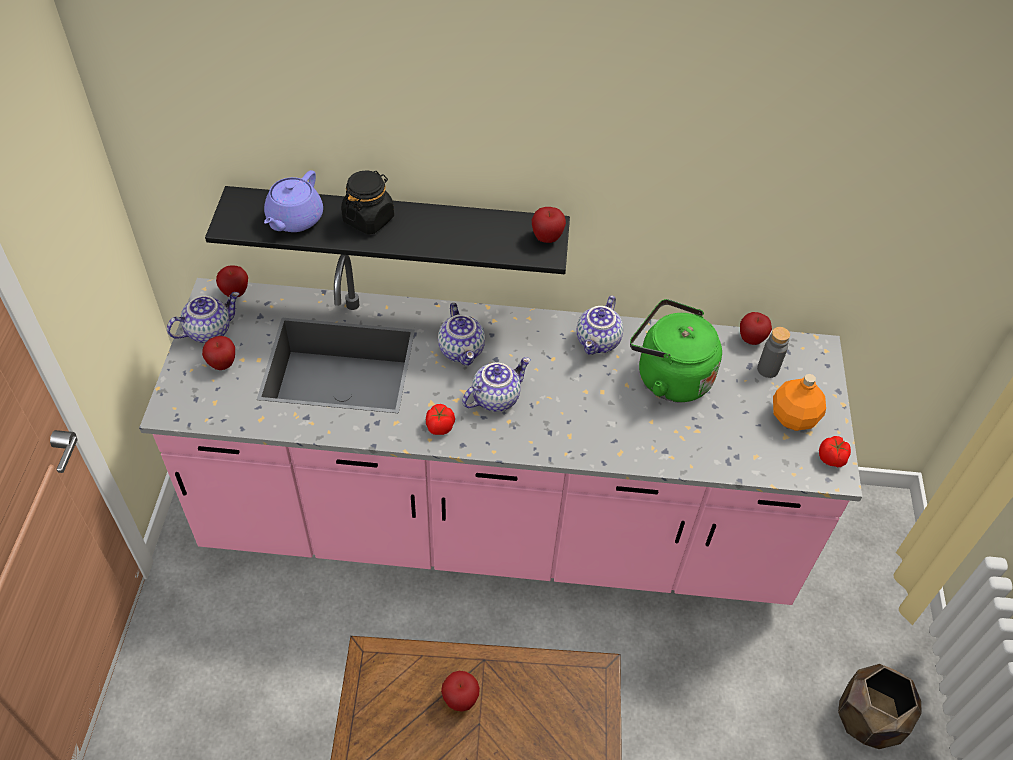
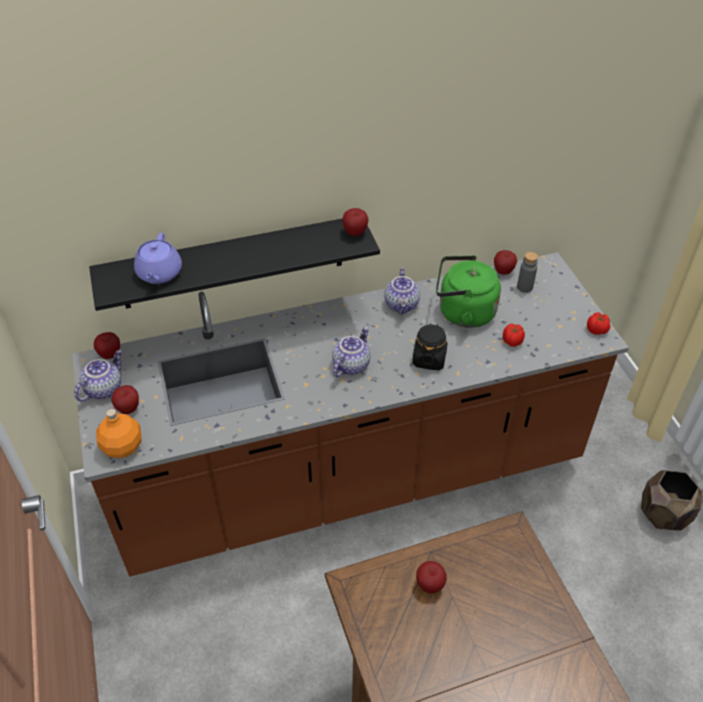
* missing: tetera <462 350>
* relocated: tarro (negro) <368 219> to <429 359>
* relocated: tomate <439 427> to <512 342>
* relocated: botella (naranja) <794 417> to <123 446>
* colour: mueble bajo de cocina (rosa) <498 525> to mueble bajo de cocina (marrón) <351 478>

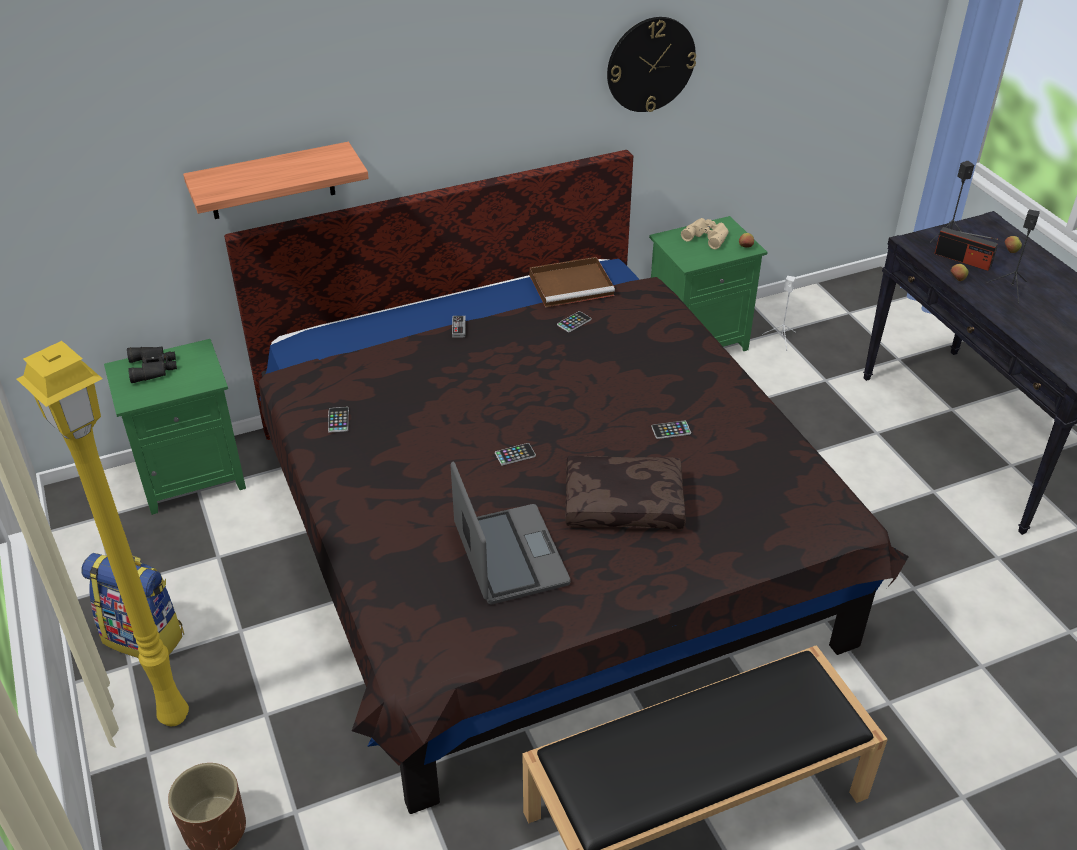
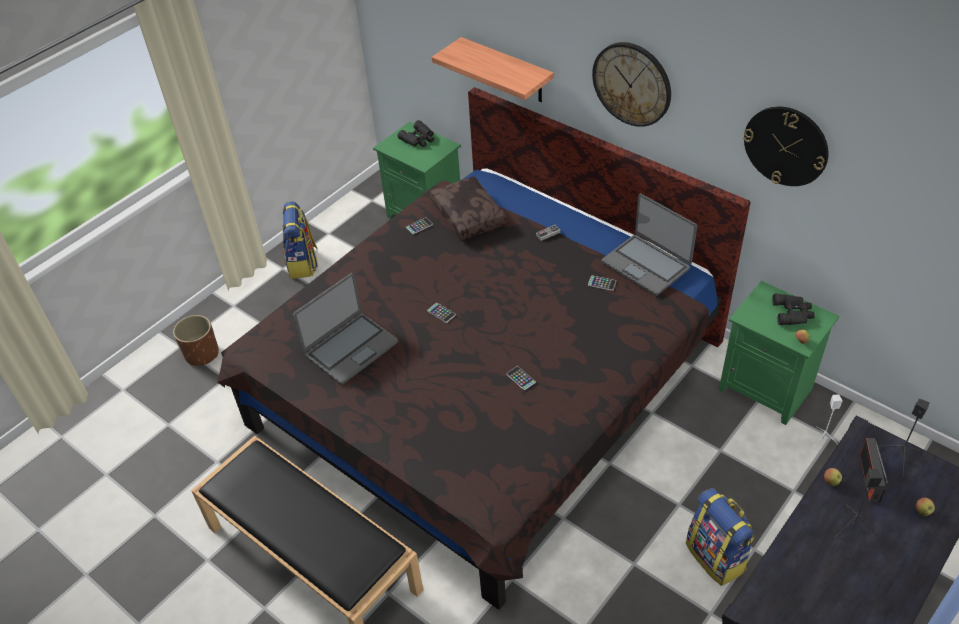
* missing: lámpara de pie (amarillo) <174 714>
* appeared: reloj de pared <632 84>
* appeared: mochila <716 557>
* relocated: cojín (marrón) <624 502> to <469 215>
* exchanged: bandeja (marrón) <572 285> to portátil <646 265>
* colour: prismáticos (beis) <707 236> to prismáticos (negro) <793 313>

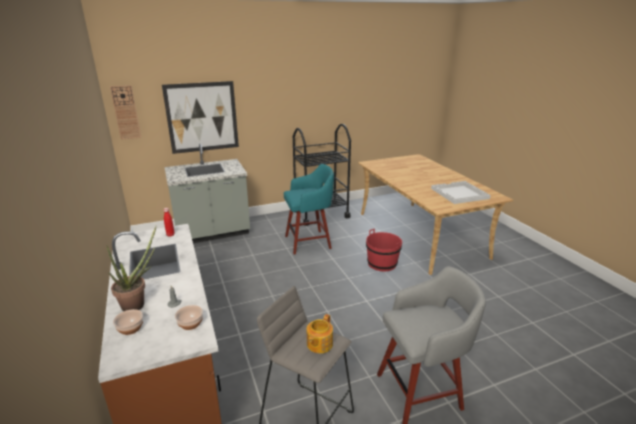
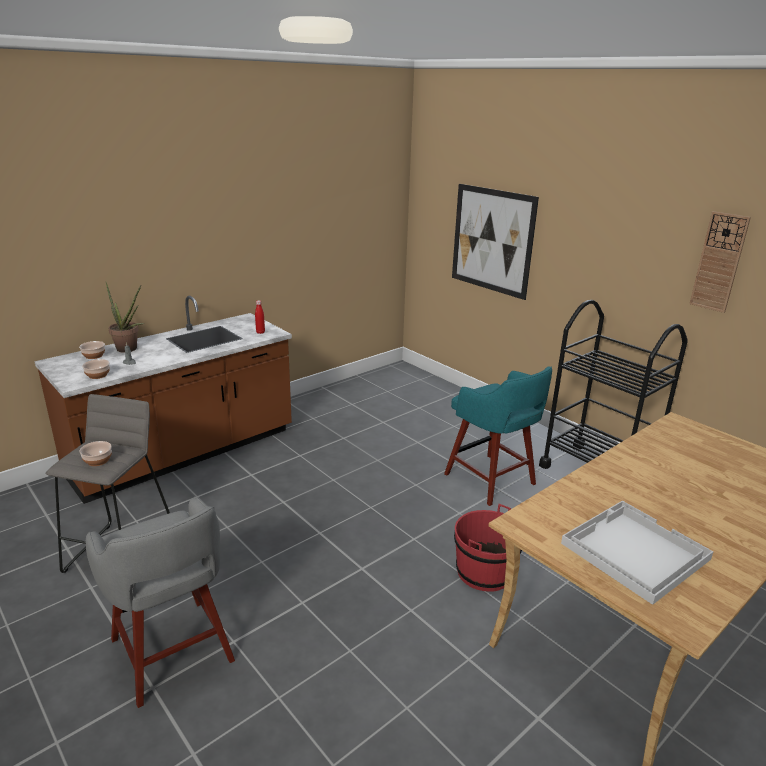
* missing: mueble bajo de cocina (gris) <212 233>
* relocated: reloj de pared <126 112> to <719 262>
* exchanged: tetera <319 344> to cuenco <98 460>

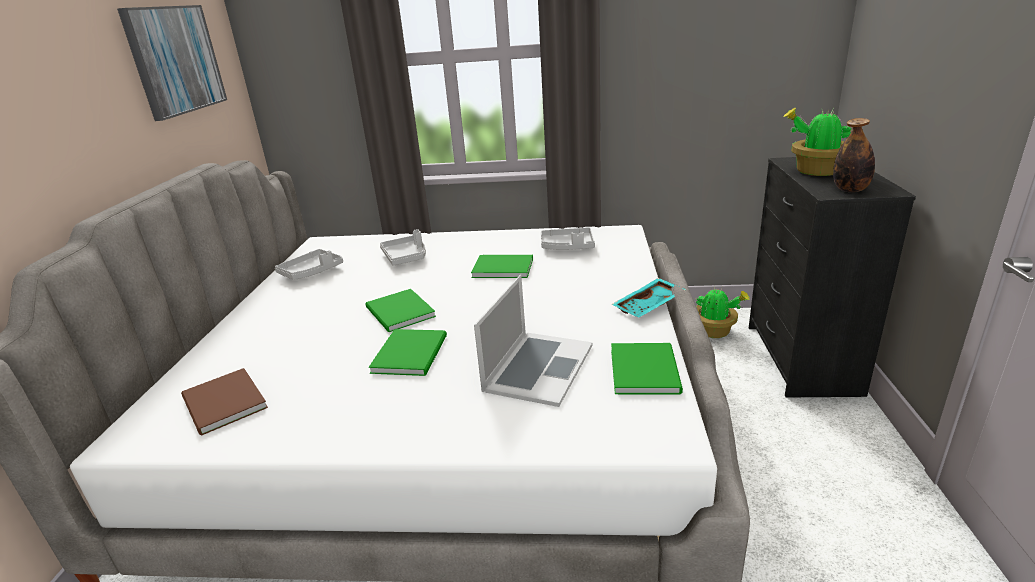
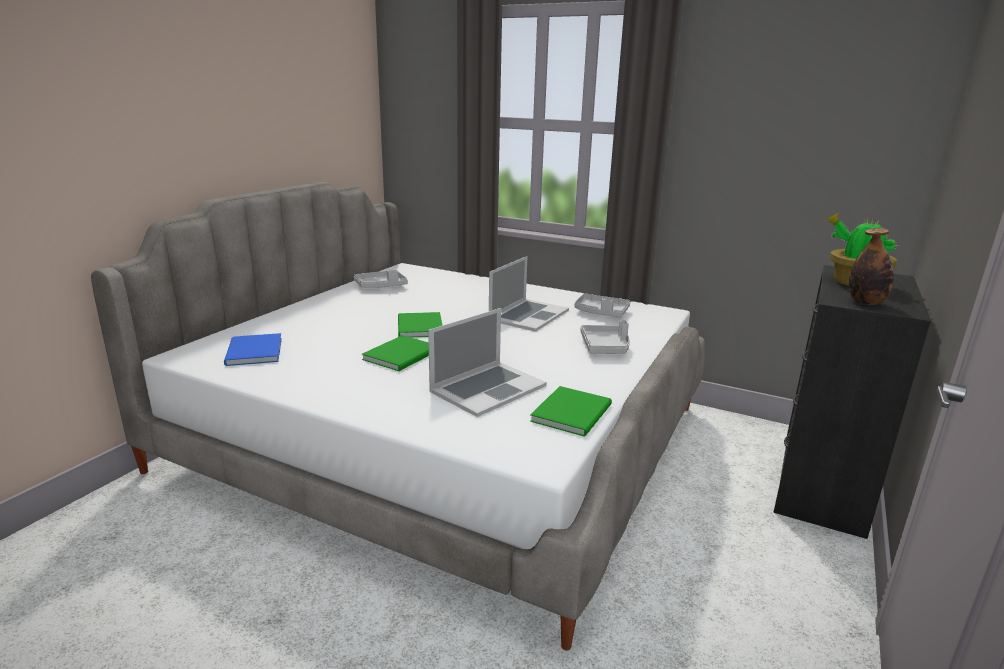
* missing: cuadro <175 60>
* missing: bandeja (turquesa) <649 306>
* missing: planta en maceta <714 332>
* relocated: bandeja (gris) <406 257> to <605 347>
* exchanged: libro (verde) <501 267> to portátil <528 315>
* colour: libro (marrón) <223 405> to libro (azul) <252 352>

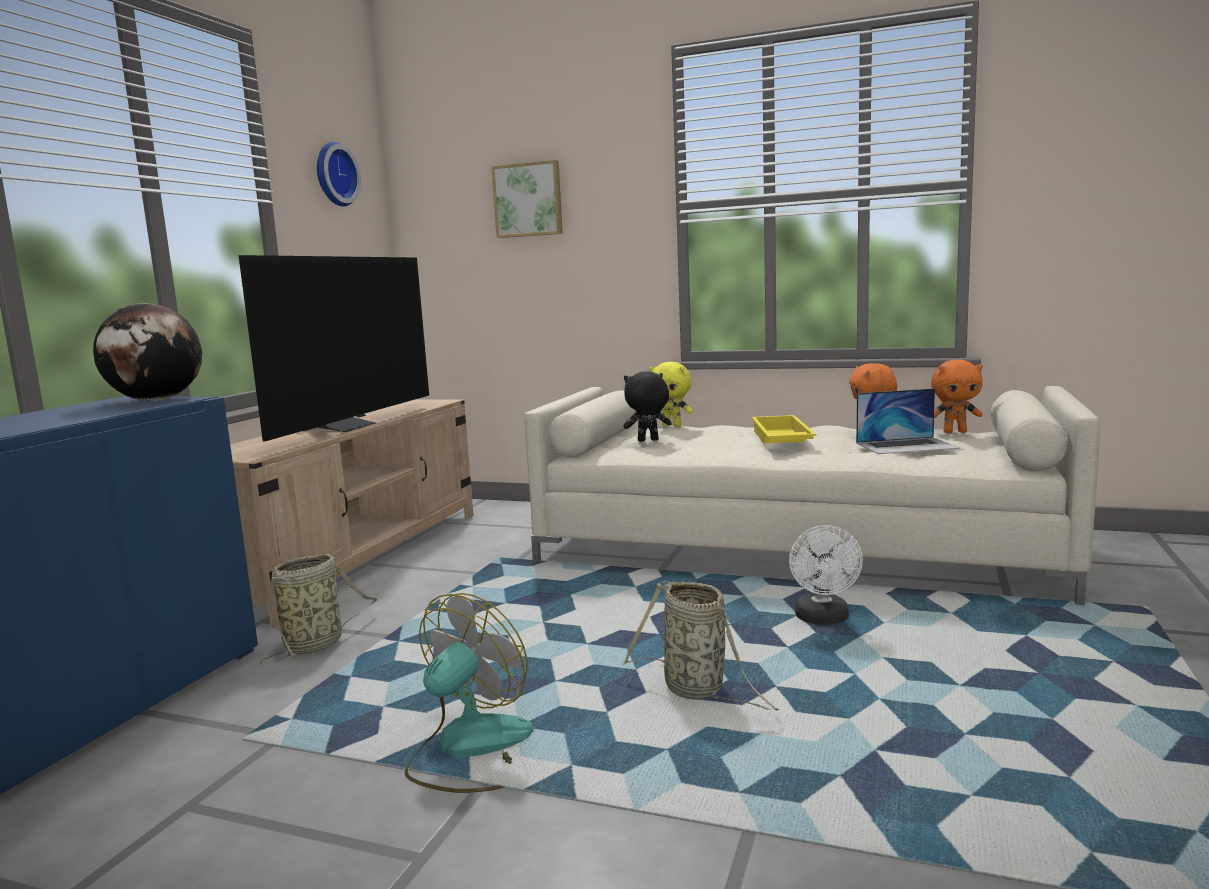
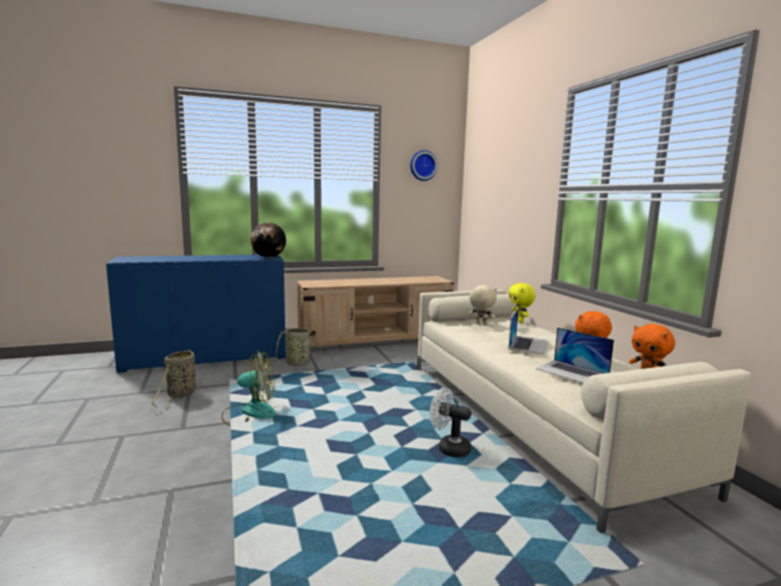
* missing: televisor <347 427>
* missing: cuadro <528 200>
* relocated: cesta <698 691> to <180 395>
* exchanged: bandeja (amarillo) <780 439> to portátil <528 344>
* colour: peluche (negro) <647 440> to peluche (beis) <481 324>
* spun: ventilador (blanco) <823 619> = <449 448> 60 degrees clockwise

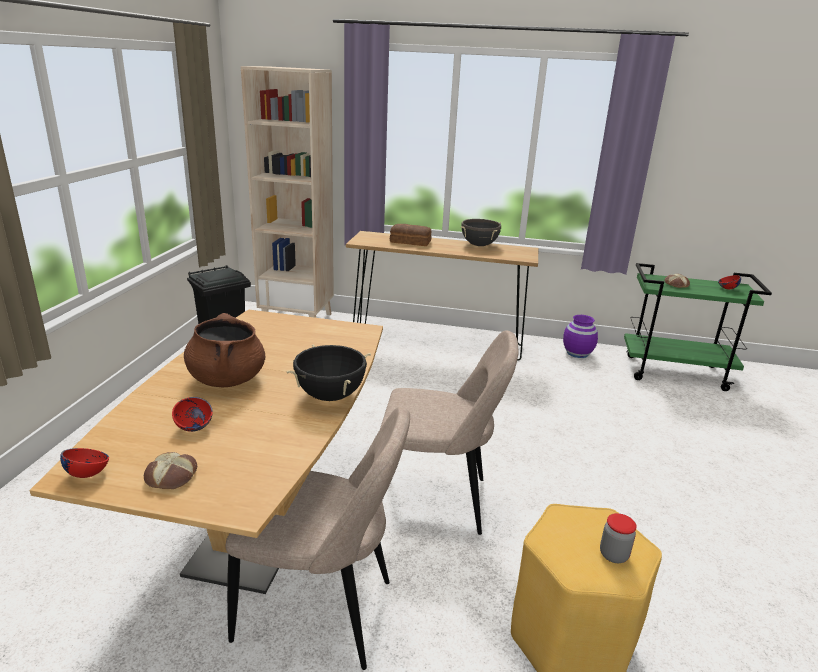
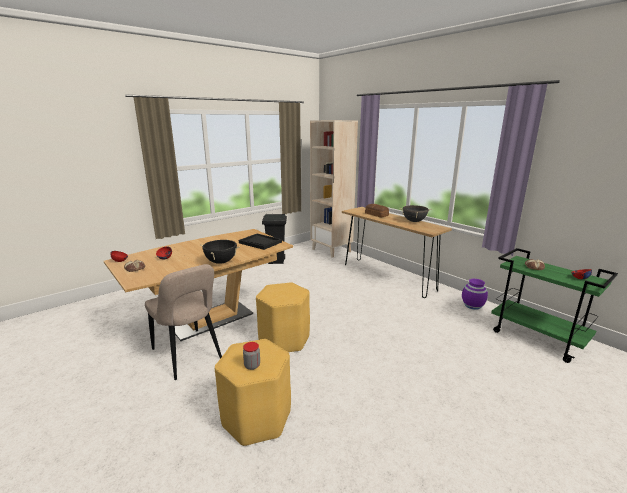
* missing: olla (marrón) <227 379>
* appeared: bandeja (negro) <260 242>
* exchanged: silla (beis) <436 500> to taburete (amarillo) <284 340>

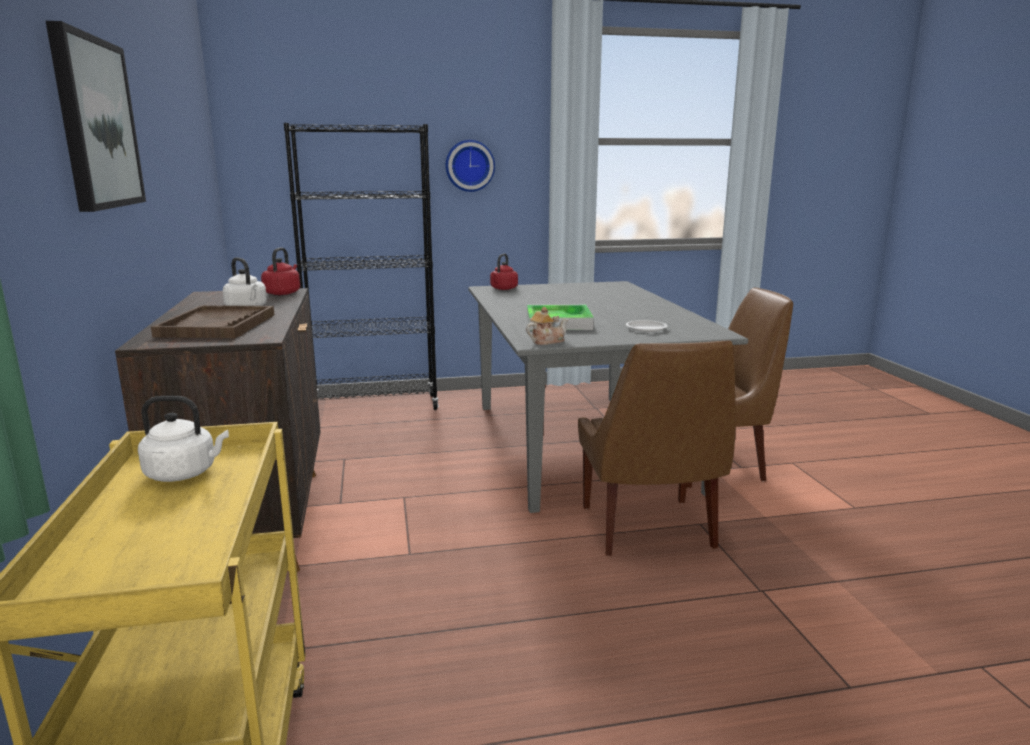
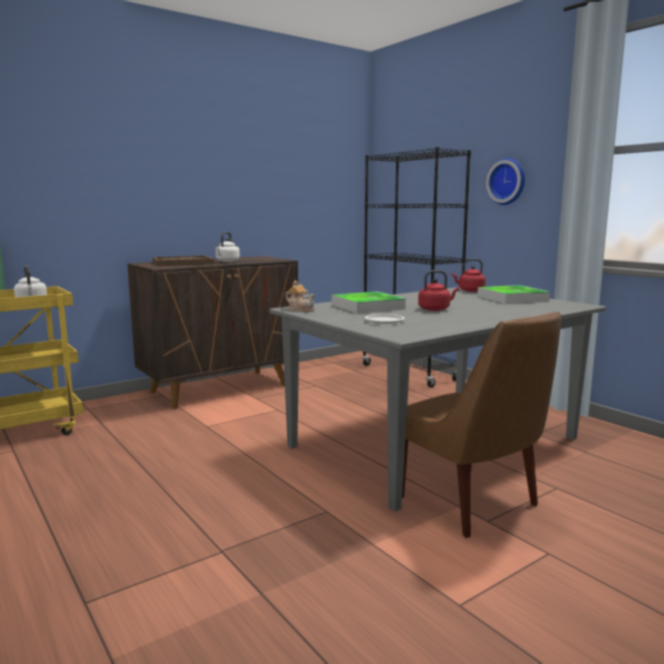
* missing: cuadro <96 124>
* missing: silla (marrón) <648 529>
* appeared: bandeja <512 299>
* relocated: hervidor (rojo) <283 293> to <435 309>

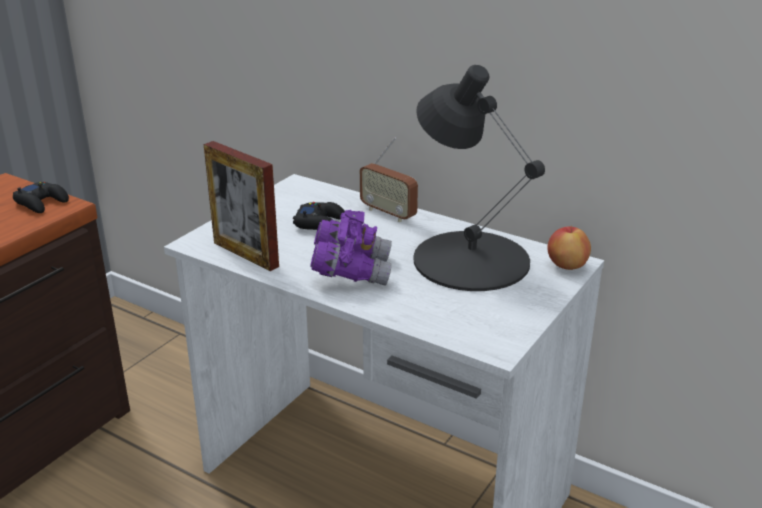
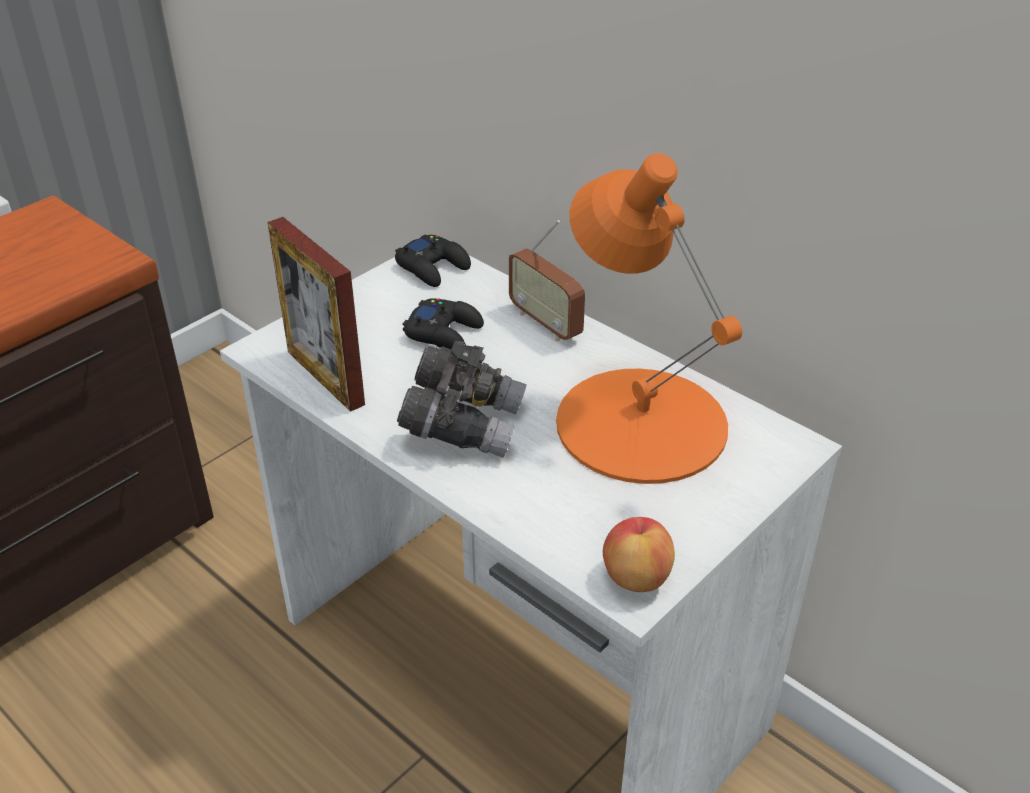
* relocated: mando de consola (negro) <42 202> to <433 267>
* relocated: manzana <566 265> to <636 577>
* colour: prismáticos (morado) <351 271> to prismáticos (gris) <463 424>
* colour: lámpara de mesa (negro) <470 259> to lámpara de mesa (naranja) <640 422>

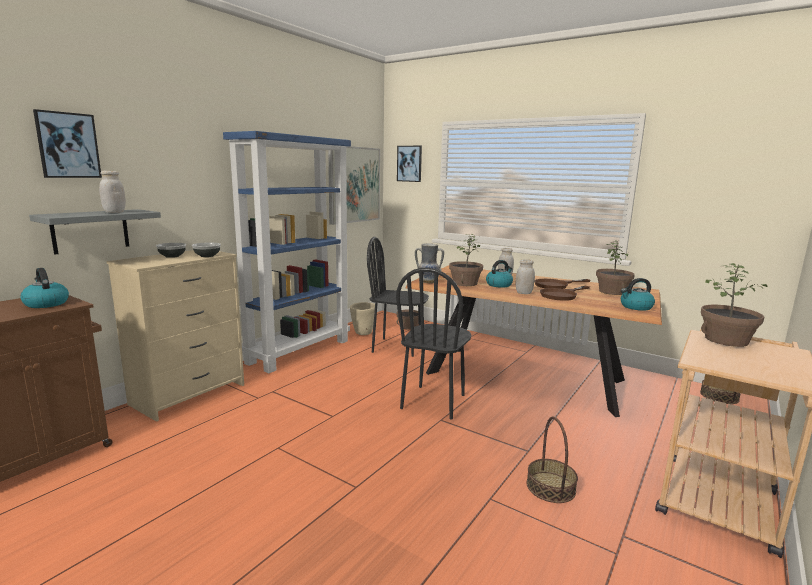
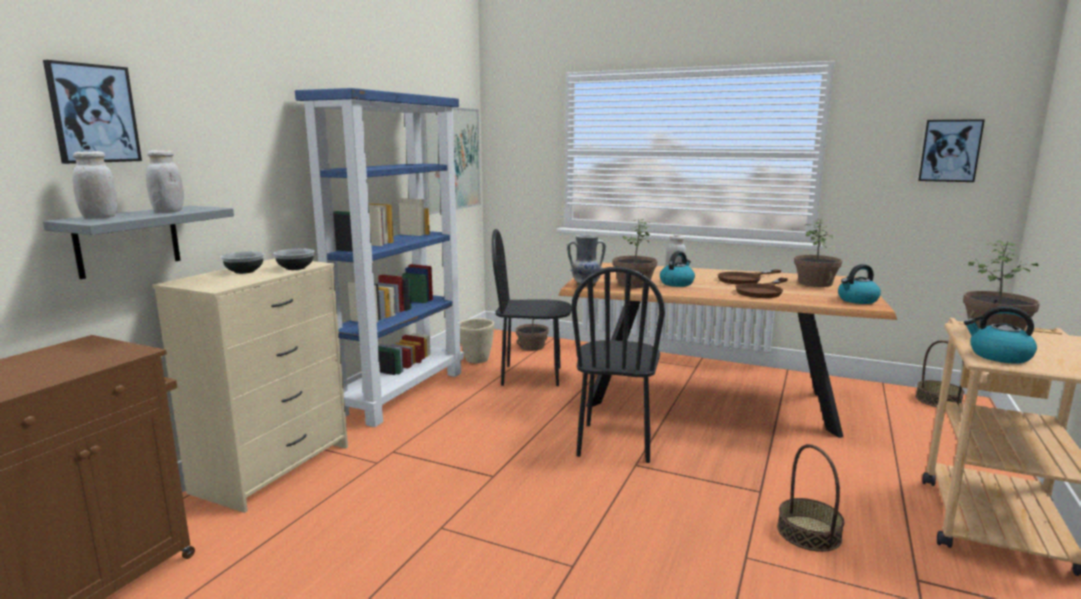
* relocated: hervidor <46 303> to <998 356>
* relocated: cuadro <409 163> to <950 150>
* relocated: tarro (blanco) <524 293> to <99 217>

